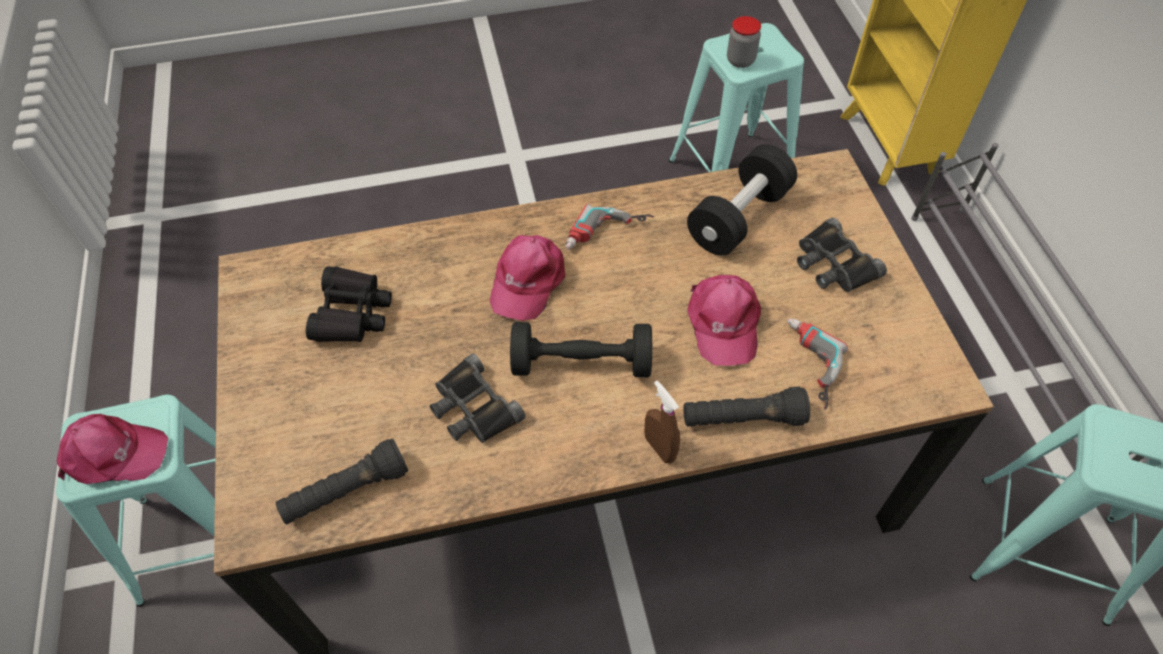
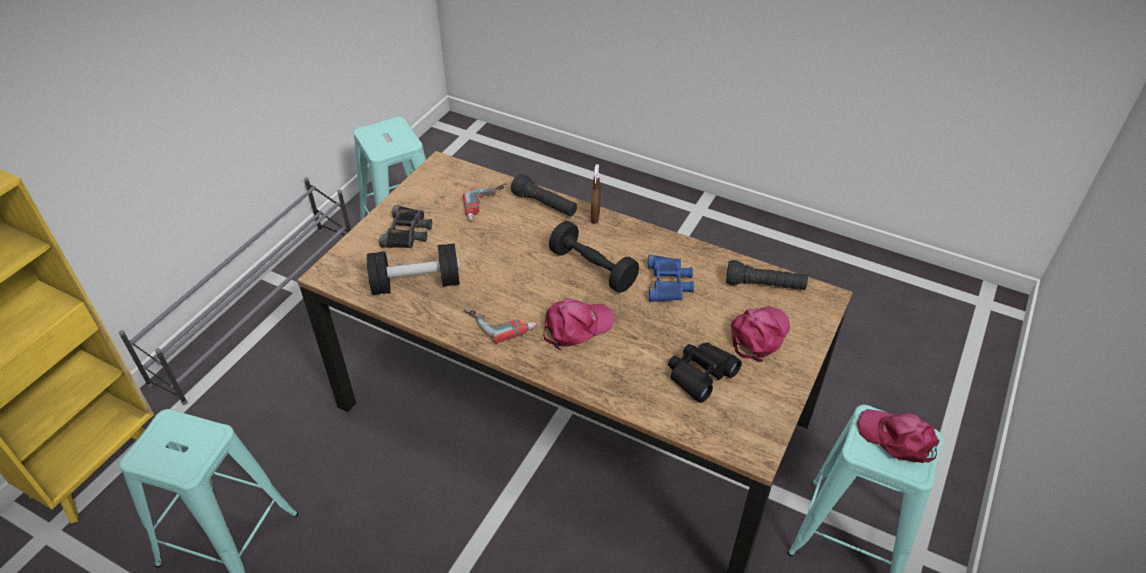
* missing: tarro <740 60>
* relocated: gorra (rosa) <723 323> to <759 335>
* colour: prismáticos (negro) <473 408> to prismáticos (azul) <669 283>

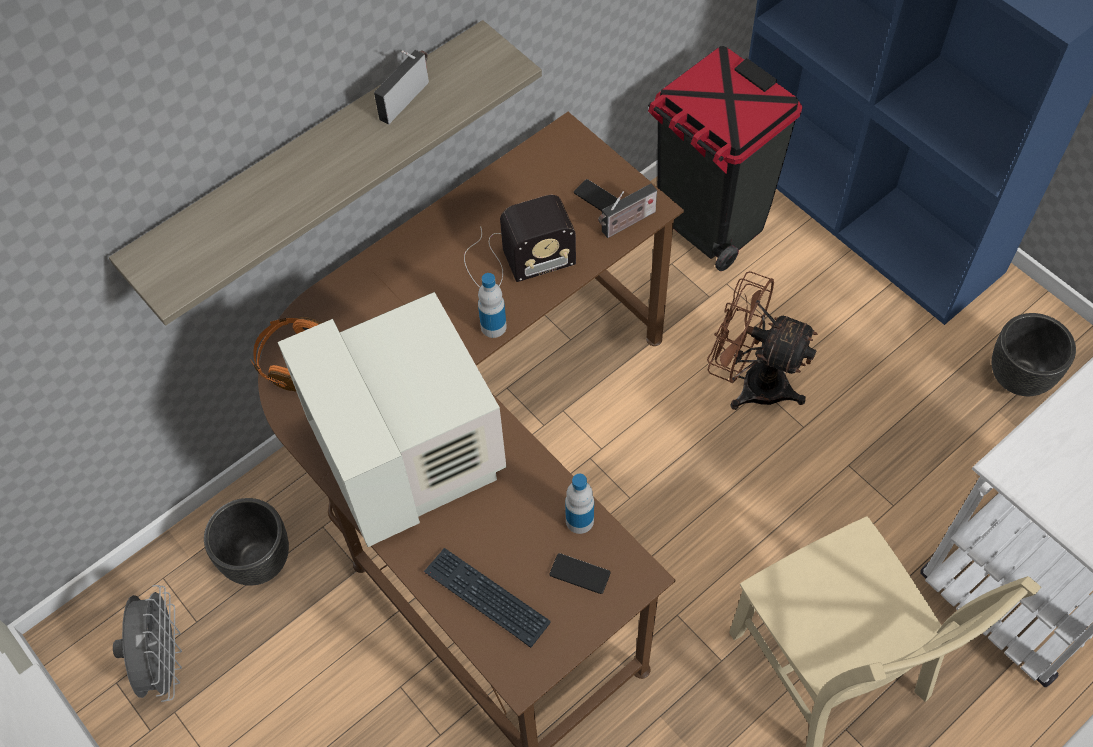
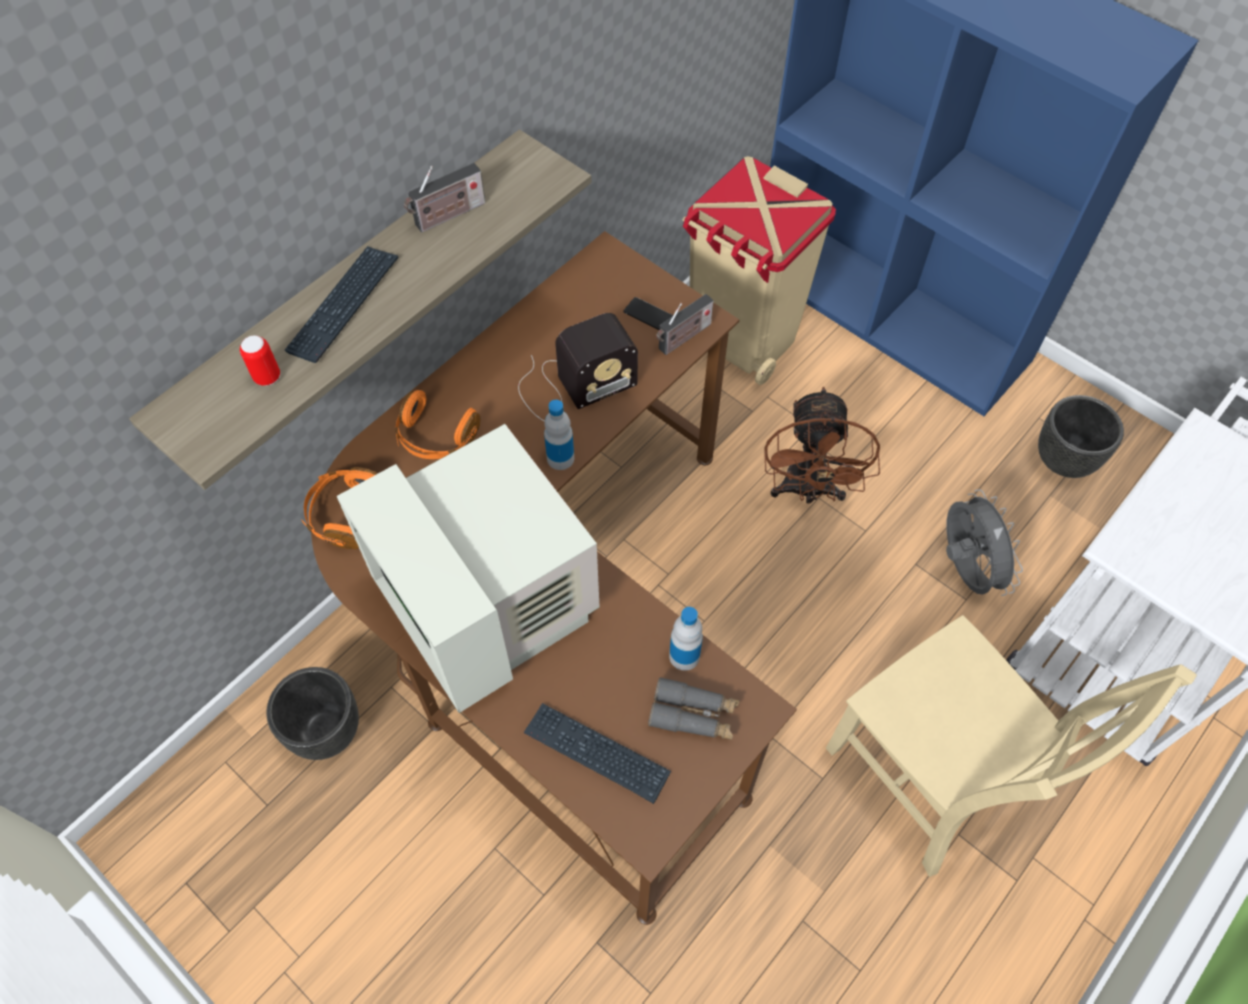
* appeared: lata <267 377>
* appeared: teclado <344 305>
* appeared: auriculares (naranja) <435 437>
* relocated: ventilador (gris) <164 662> to <963 569>
* exchanged: móvil <580 574> to prismáticos (gris) <693 714>
* colour: papelera (negro) <709 223> to papelera (beis) <741 339>
* spun: radio <405 98> = <447 216> 150 degrees counterclockwise
* spun: ventilador (marrón) <751 382> = <807 491> 105 degrees counterclockwise

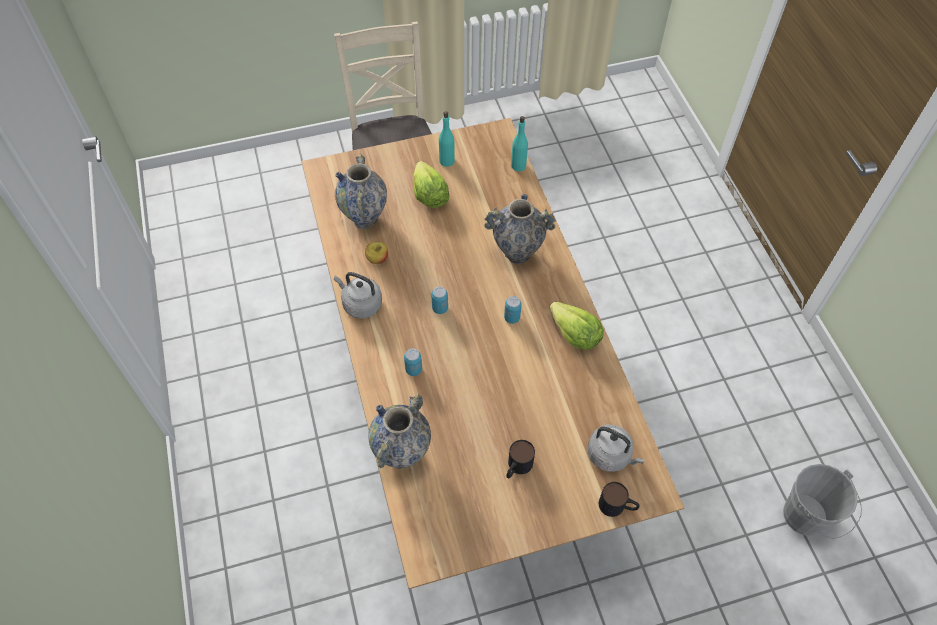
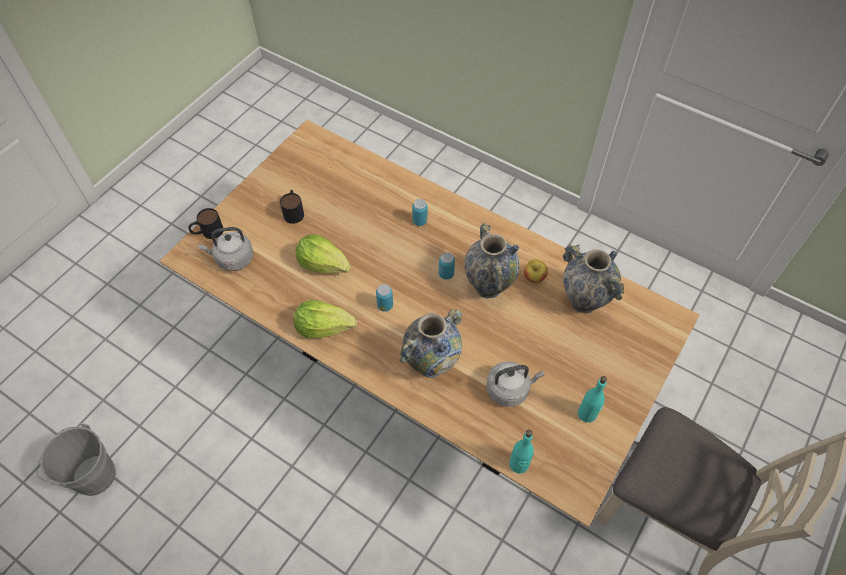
* relocated: hervidor (gris) <360 304> to <509 389>
* relocated: florero <402 455> to <488 287>
* relocated: lechuga <429 195> to <324 264>

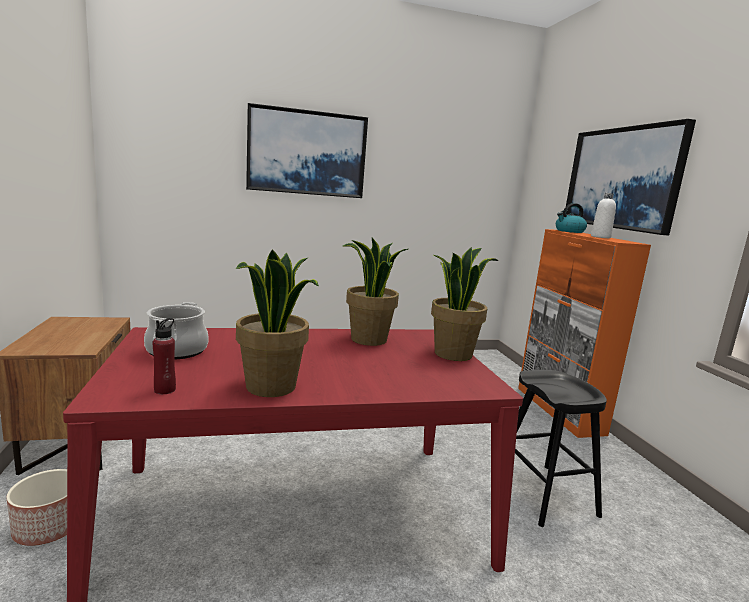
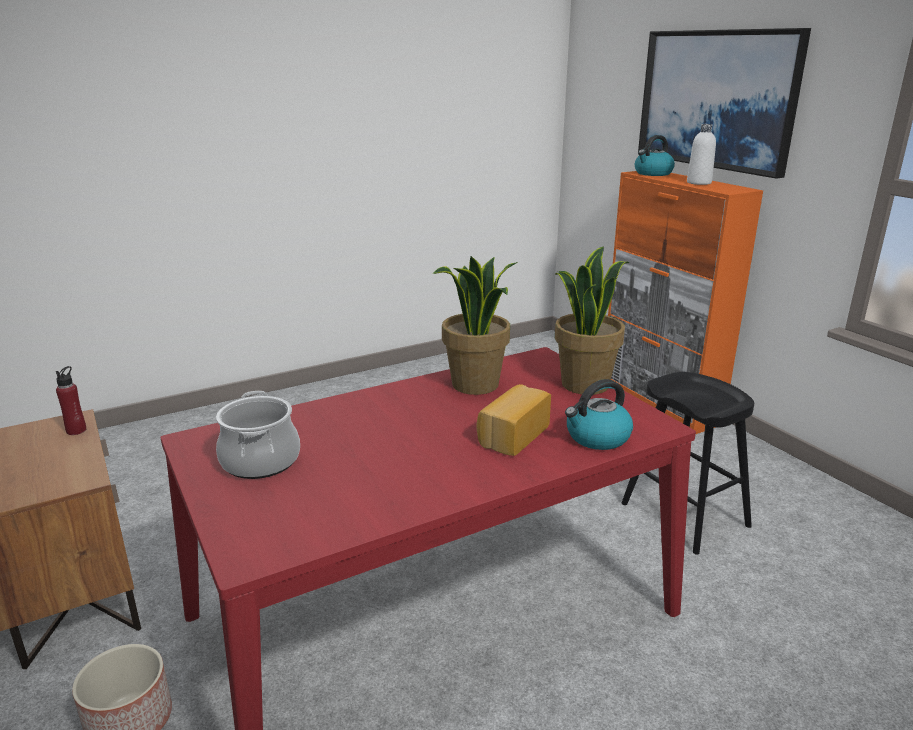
* missing: planta en maceta <271 387>
* missing: cuadro <307 153>
* appeared: pan <511 435>
* appeared: hervidor <597 437>
* relocated: botella (rojo) <165 390> to <76 430>

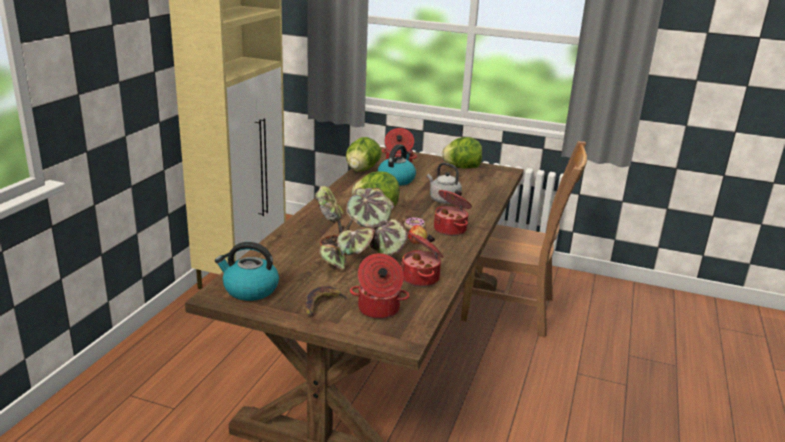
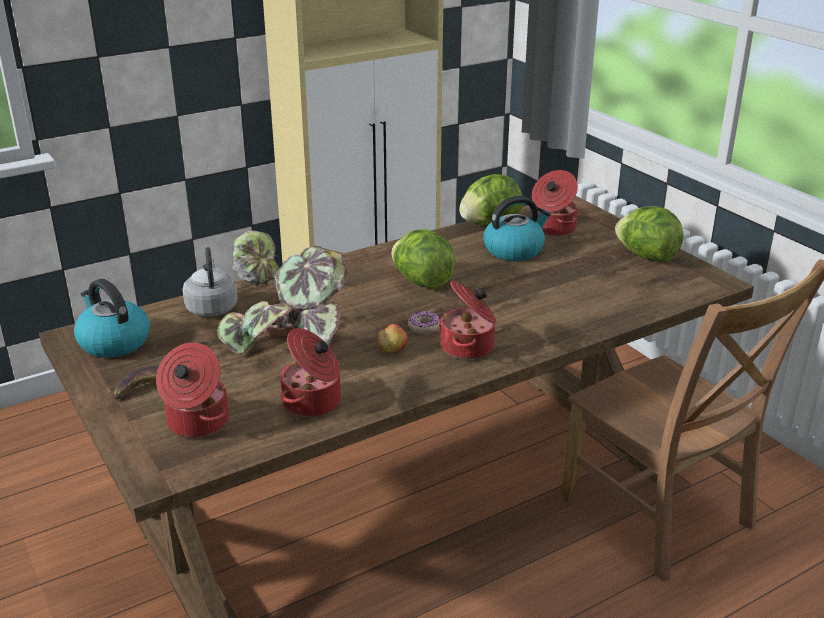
* relocated: hervidor (gris) <443 200> to <212 307>

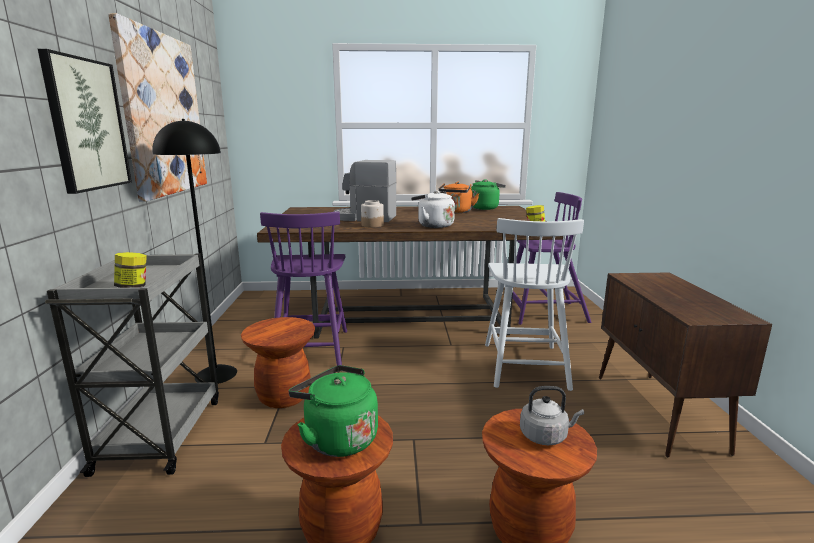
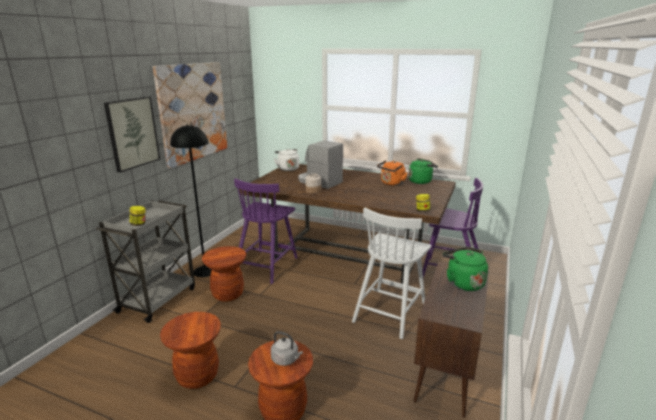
* relocated: hervidor (verde) <337 438> to <463 283>
* relocated: hervidor (blanco) <433 225> to <287 168>

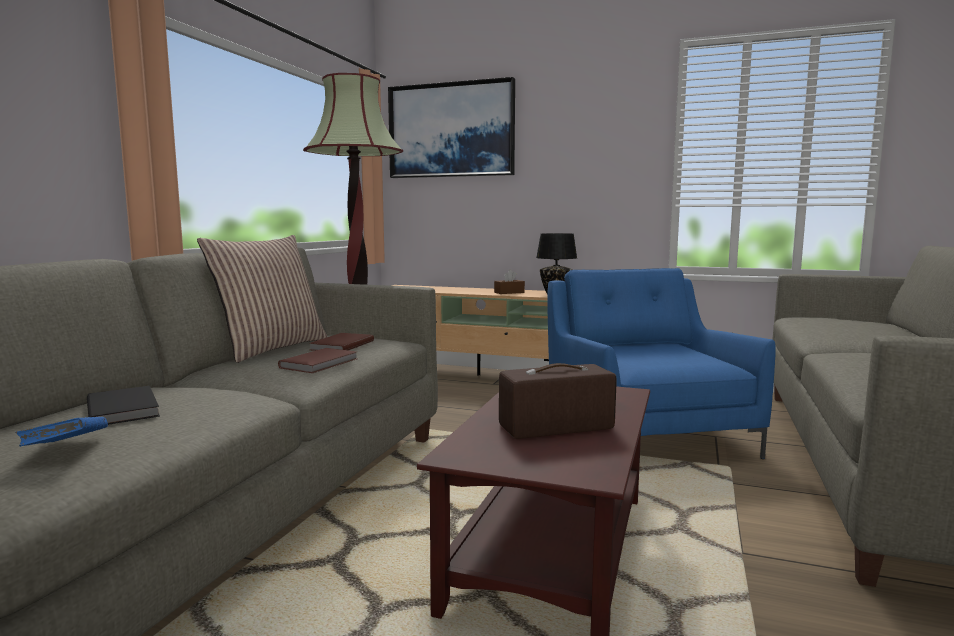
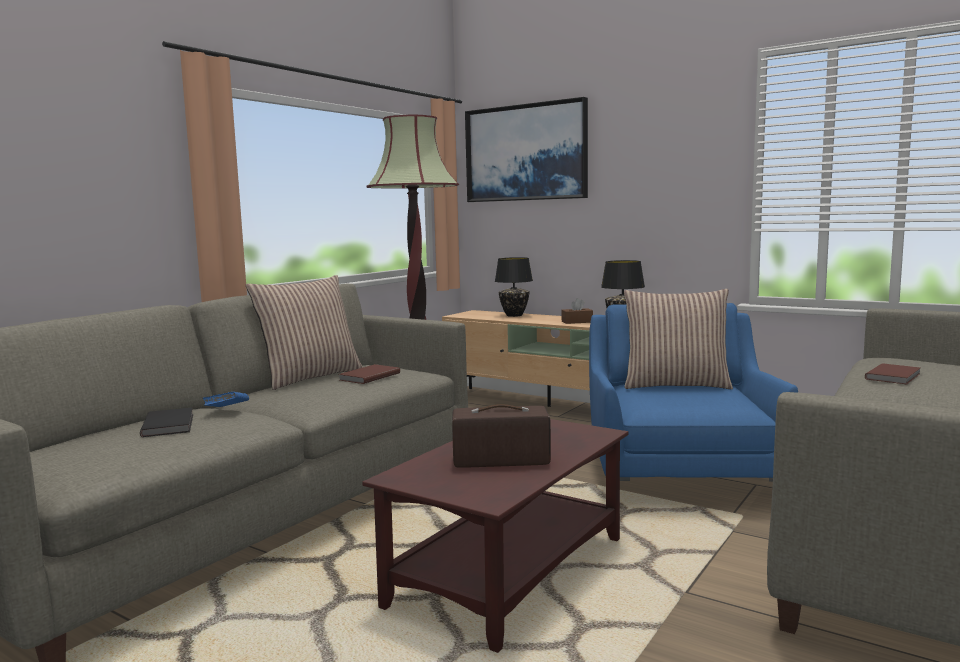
* appeared: lámpara de mesa (negro) <514 315>
* appeared: cojín <675 385>
* relocated: libro (azul) <66 450> to <227 411>
* relocated: libro (marrón) <321 363> to <894 376>

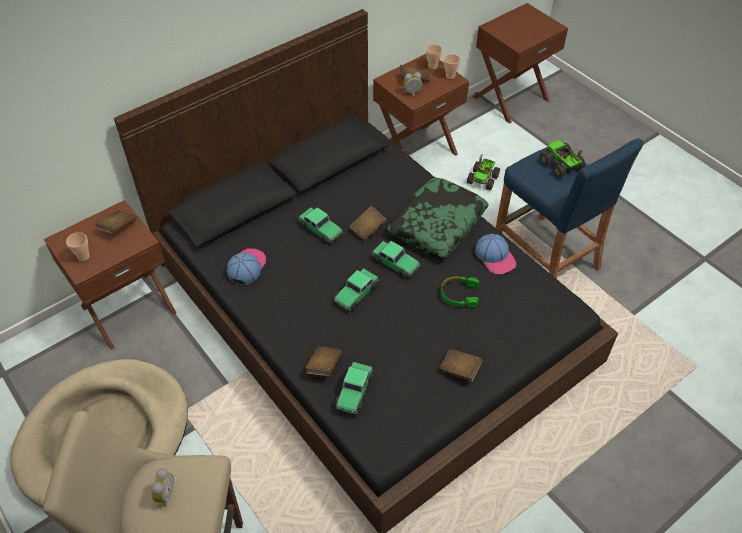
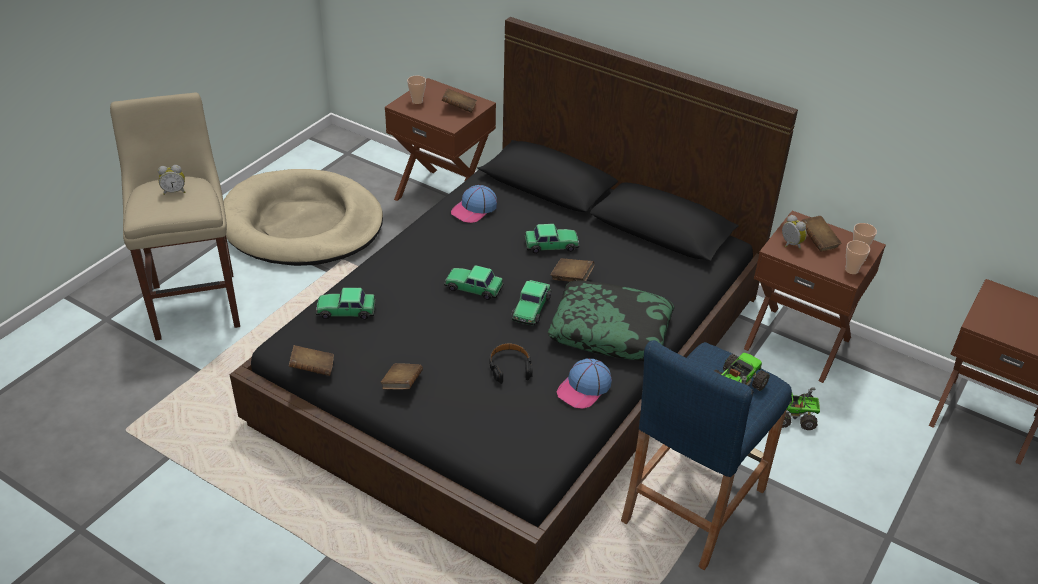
* relocated: libro (marrón) <324 366> to <312 369>
* colour: auriculares (verde) <459 294> to auriculares (negro) <510 367>
* spun: gorra <246 267> = <474 209> 135 degrees clockwise
* spun: coche de juguete <321 229> = <551 245> 120 degrees counterclockwise

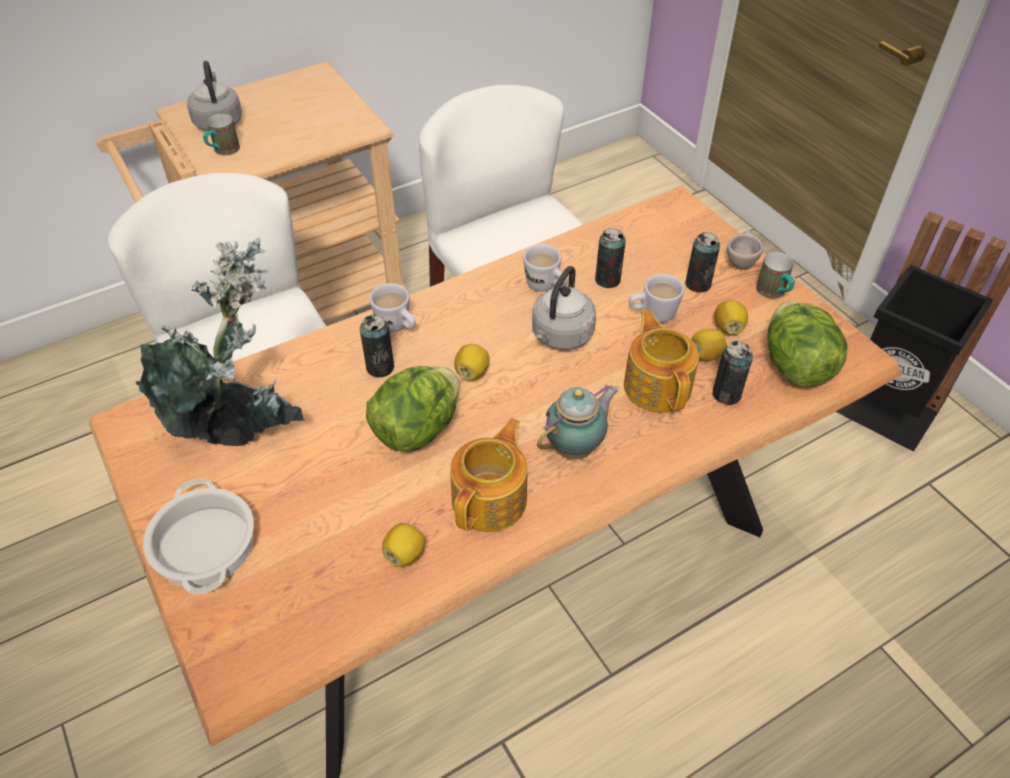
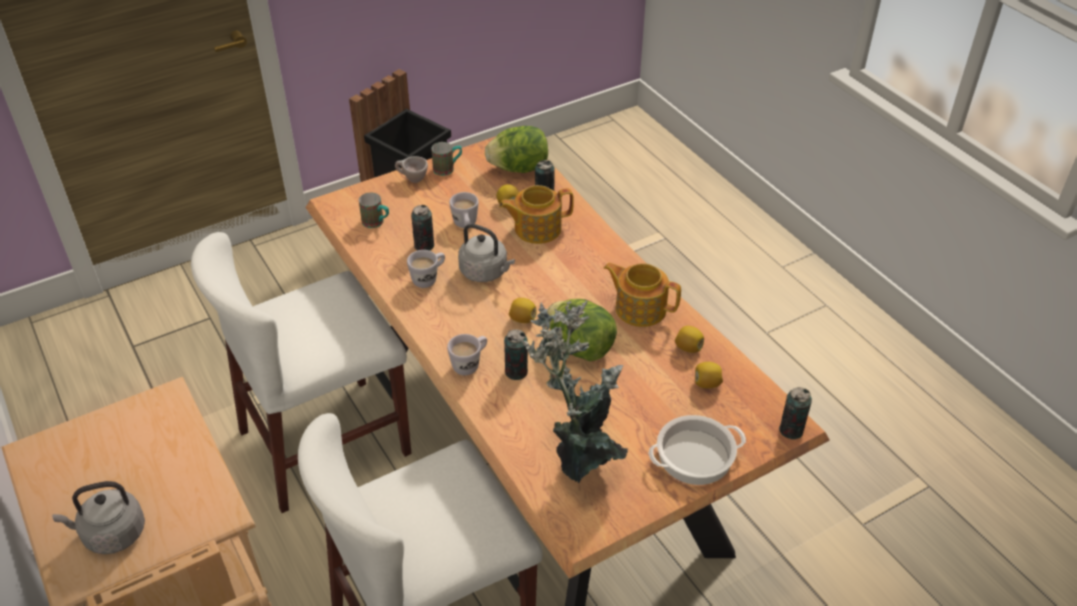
* missing: tetera <576 447>
* relocated: taza grande <223 151> to <377 223>
* relocated: lata <698 284> to <791 430>
* relocated: limón <728 327> to <707 384>

